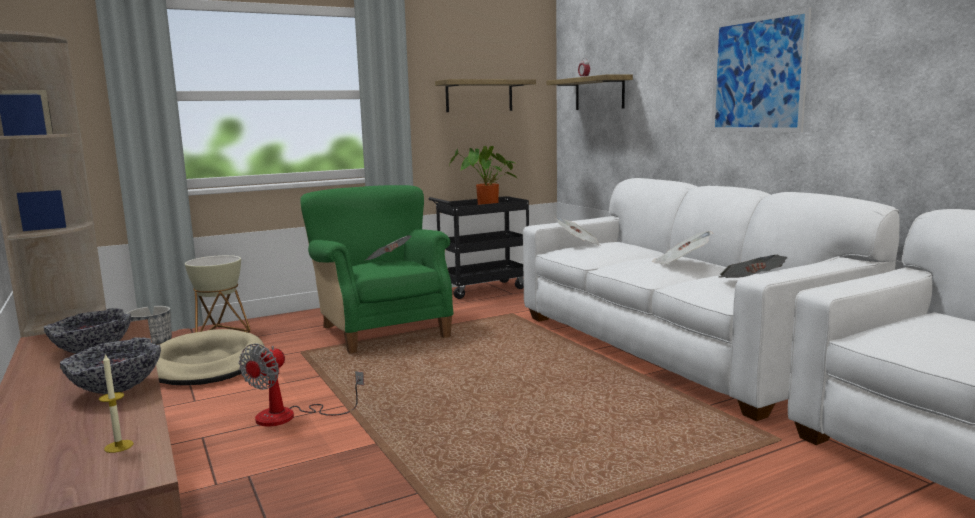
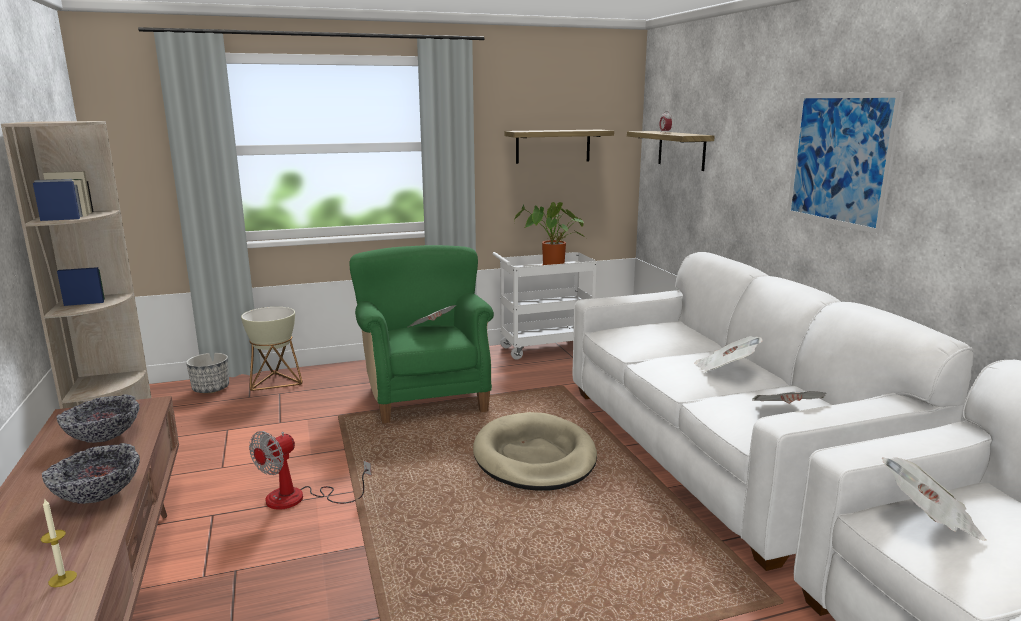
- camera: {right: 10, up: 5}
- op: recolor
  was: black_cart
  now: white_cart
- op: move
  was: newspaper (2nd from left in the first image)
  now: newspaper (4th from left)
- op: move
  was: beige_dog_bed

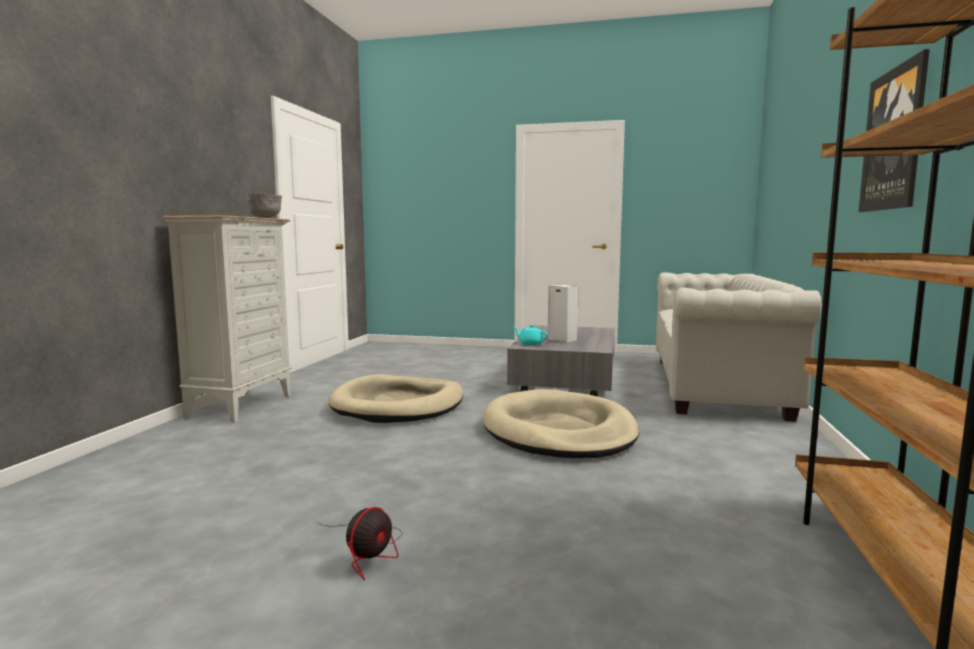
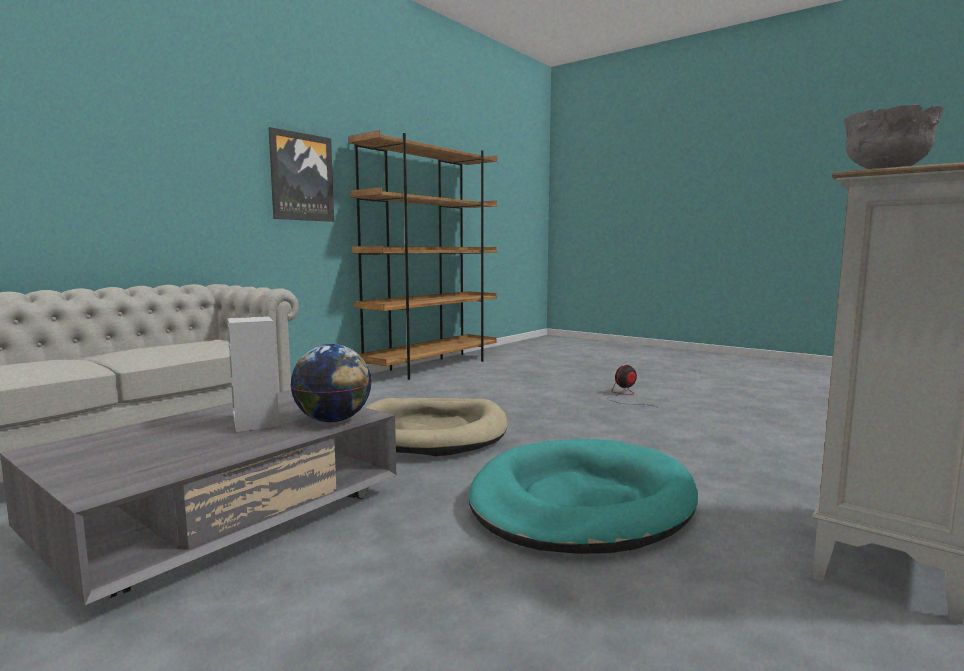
- camera: {right: -155, up: 0}
- op: replace
  was: turquoise_teapot
  now: globe
- op: recolor
  was: beige_dog_bed (1st from left)
  now: turquoise_dog_bed

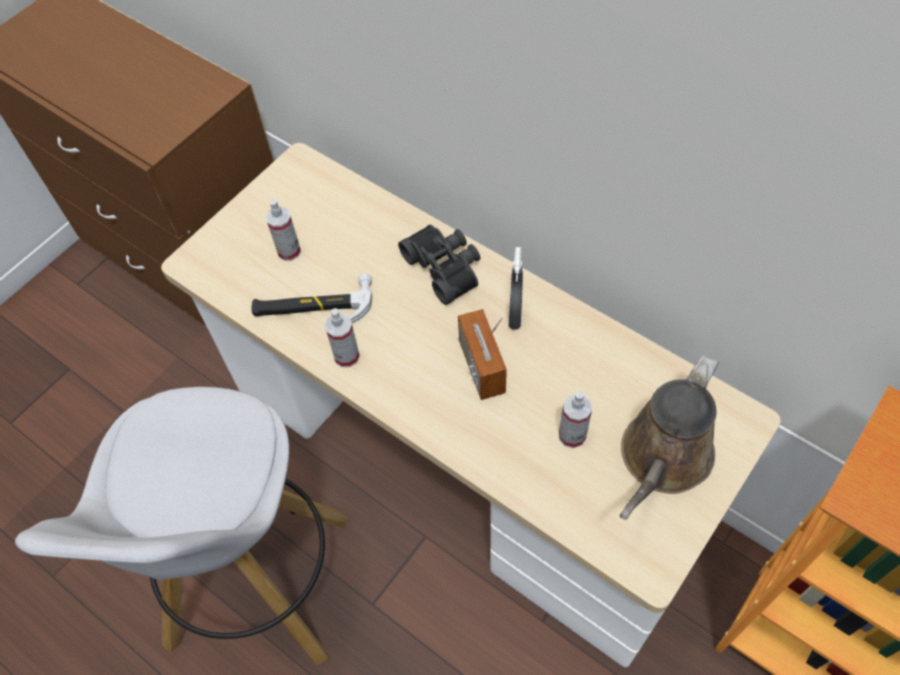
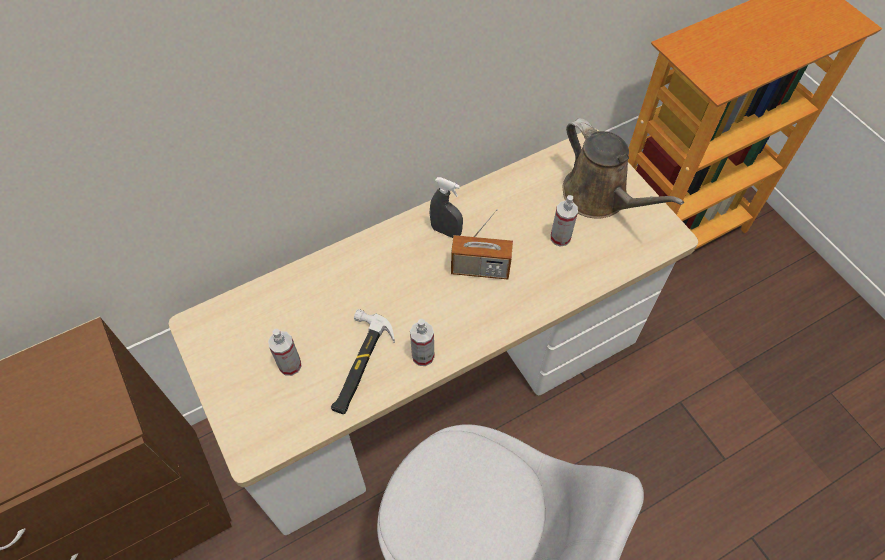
- camera: {right: -70, up: 0}
- op: delete
  was: black_binoculars

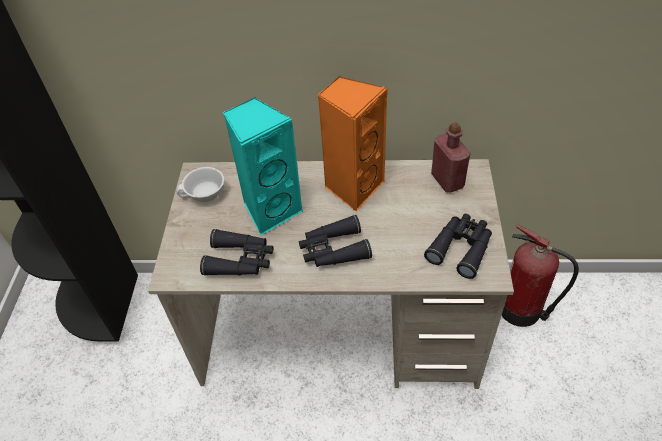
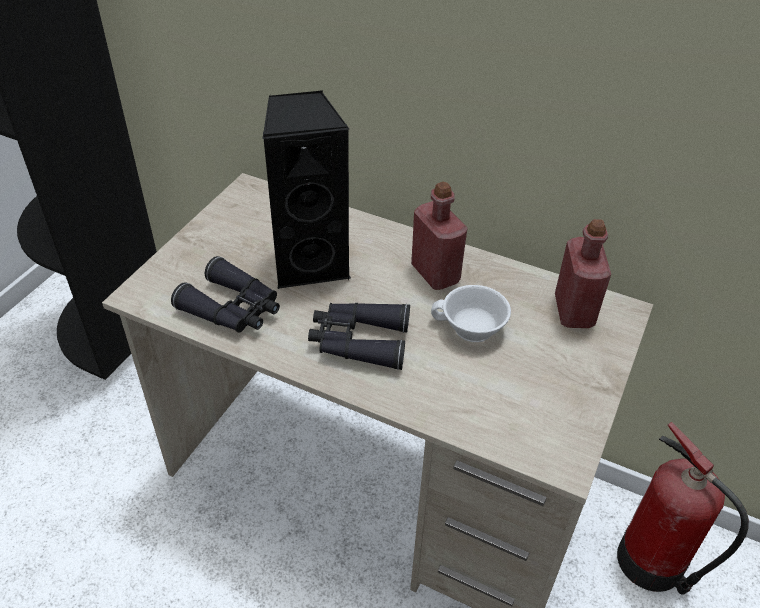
- camera: {right: 20, up: -5}
- op: replace
  was: orange_speaker
  now: red_bottle (1st from left)
- op: recolor
  was: turquoise_speaker
  now: black_speaker
- op: move
  was: white_cup
- op: delete
  was: black_binoculars (3rd from left)

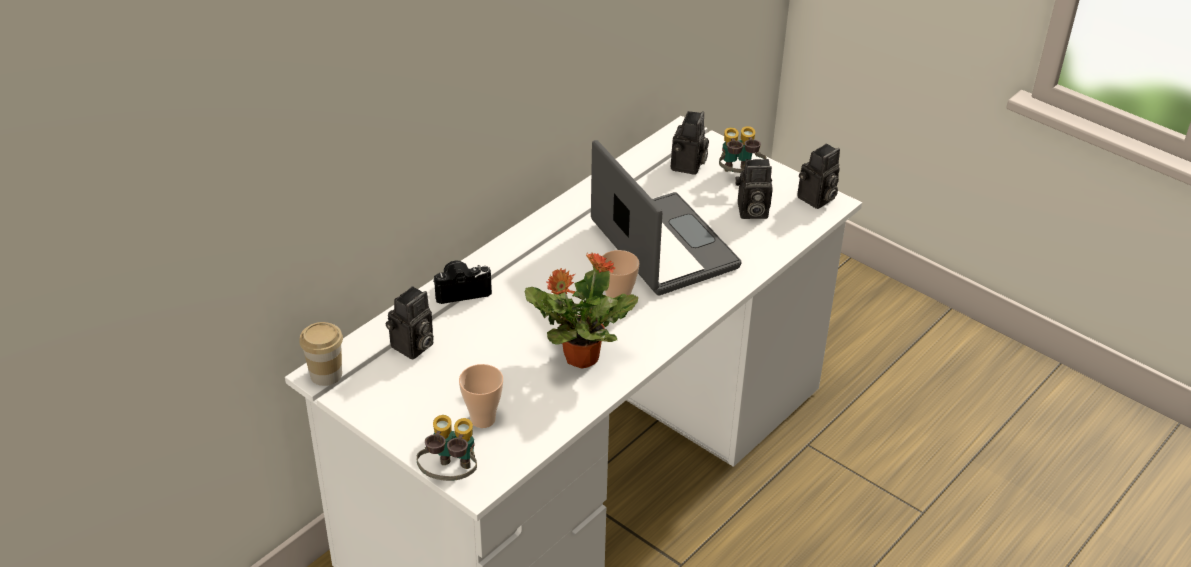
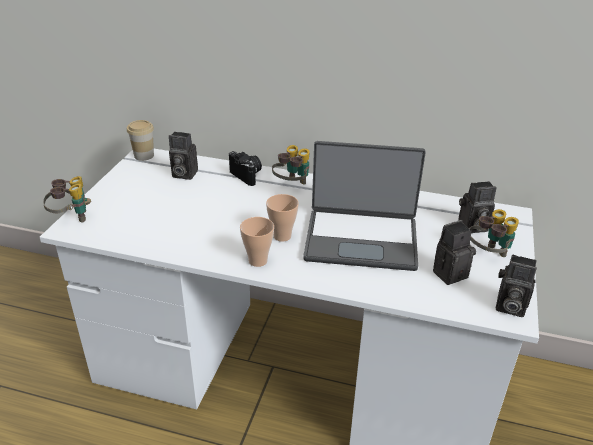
- camera: {right: 65, up: -5}
- op: rotate
  was: laptop
  clockwise: 60
- op: rotate
  was: photo_camera (4th from left in the first image)
  clockwise: 90
- op: delete
  was: potted_plant
- op: move
  was: cup (2nd from left)
- op: insert
  now: binoculars (2nd from left)

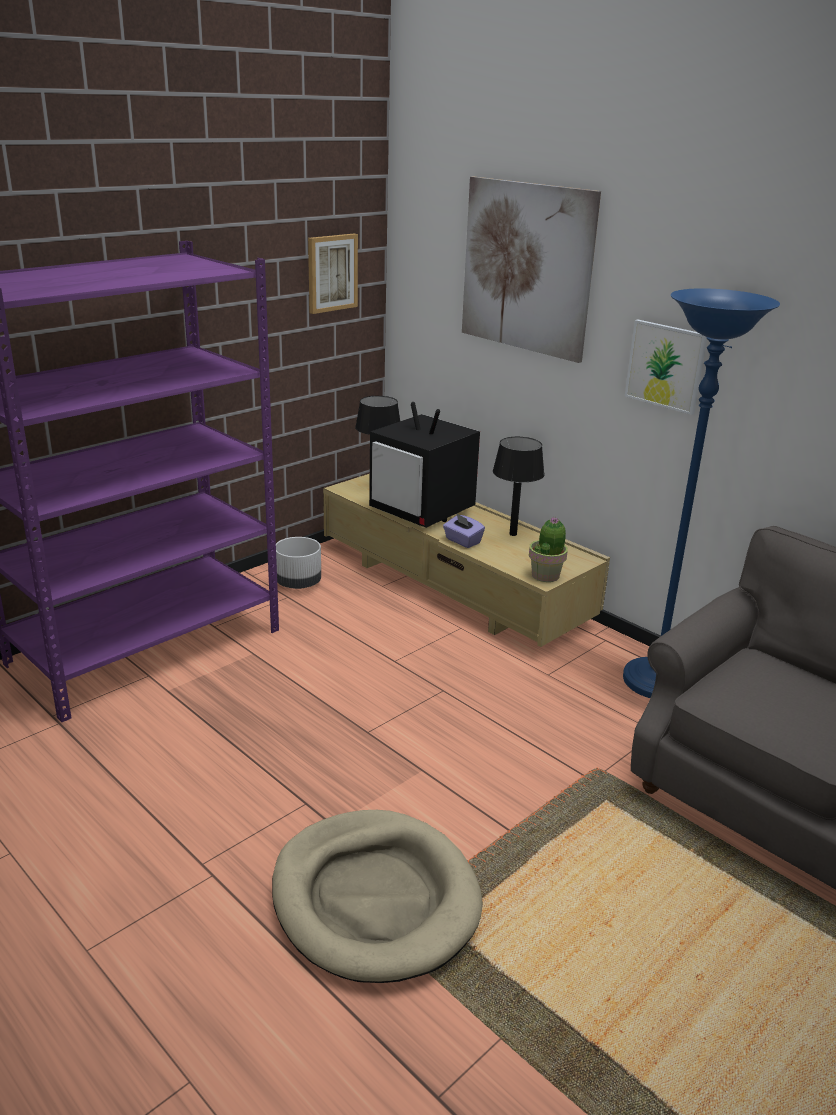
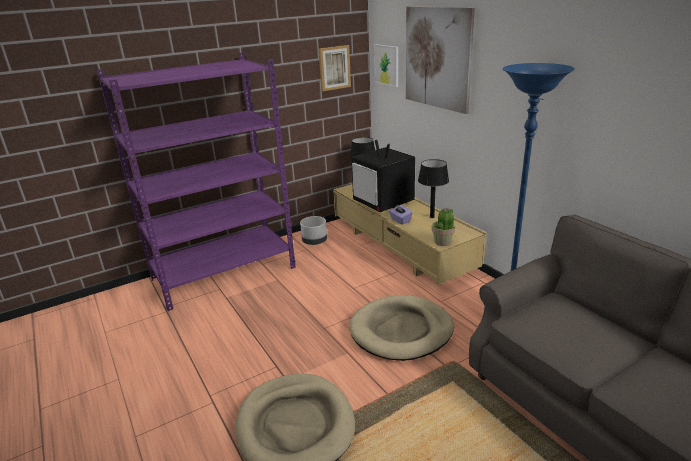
- camera: {right: 15, up: 0}
- op: move
  was: picture (3rd from left in the first image)
  now: picture (2nd from left)
- op: insert
  now: beige_dog_bed (2nd from left)

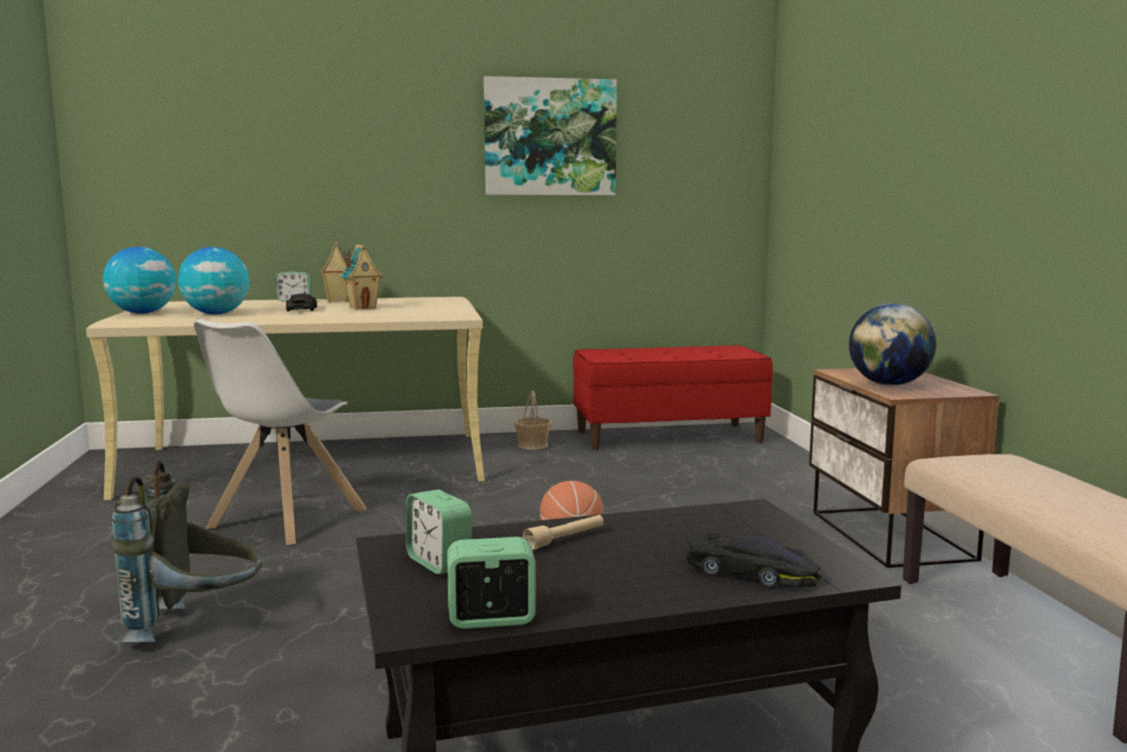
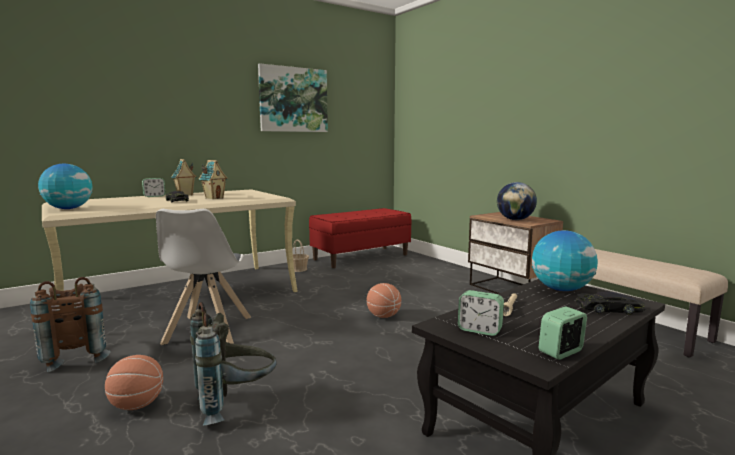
- camera: {right: -25, up: 0}
- op: move
  was: globe (2nd from left in the first image)
  now: globe (3rd from left)
- op: insert
  now: brown_backpack
- op: insert
  now: basketball (1st from left)

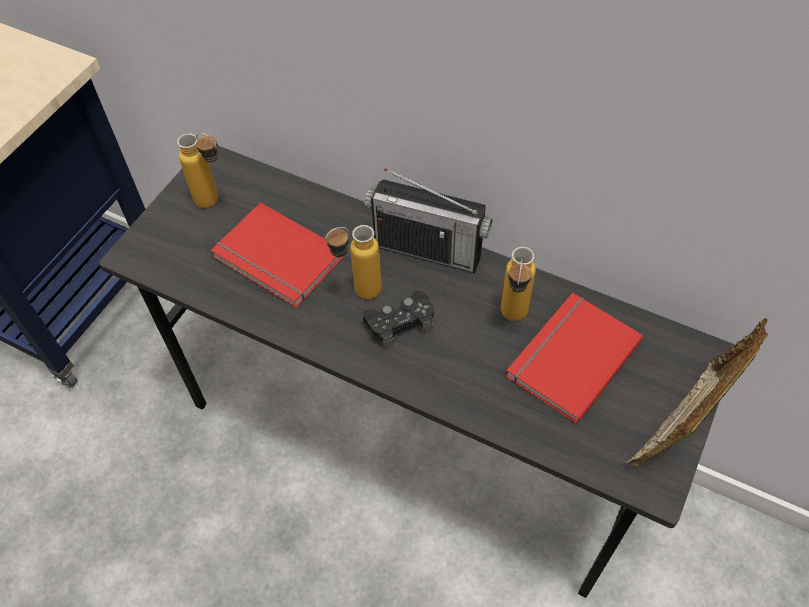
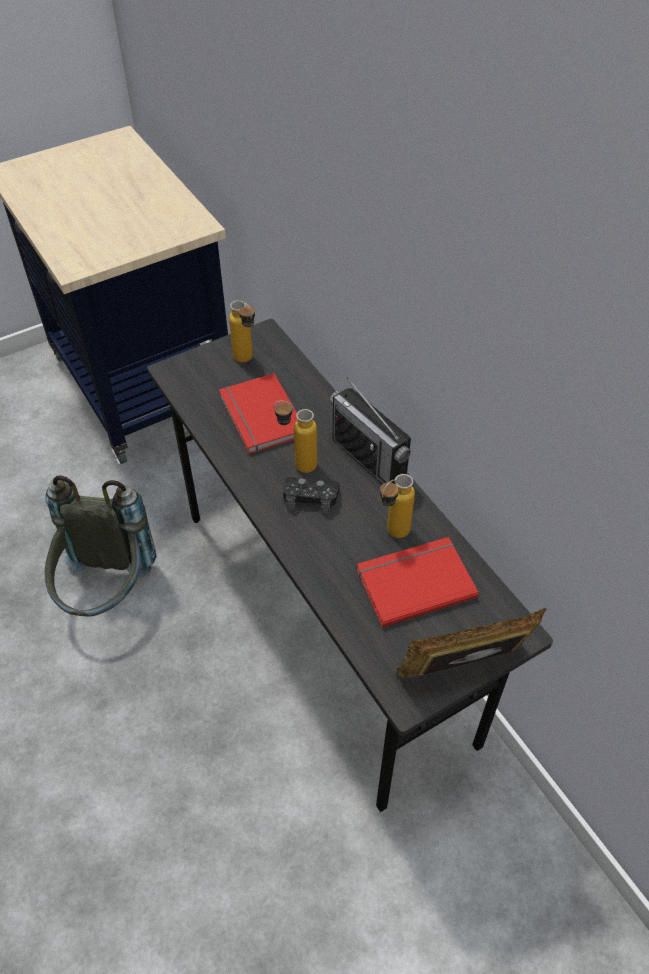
- camera: {right: 30, up: -5}
- op: insert
  now: grey_backpack

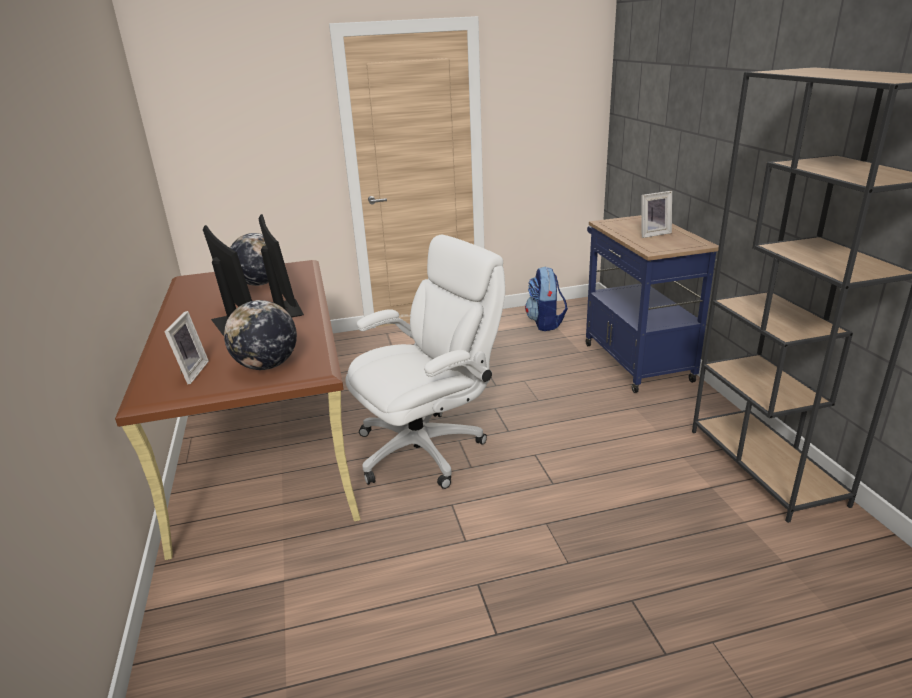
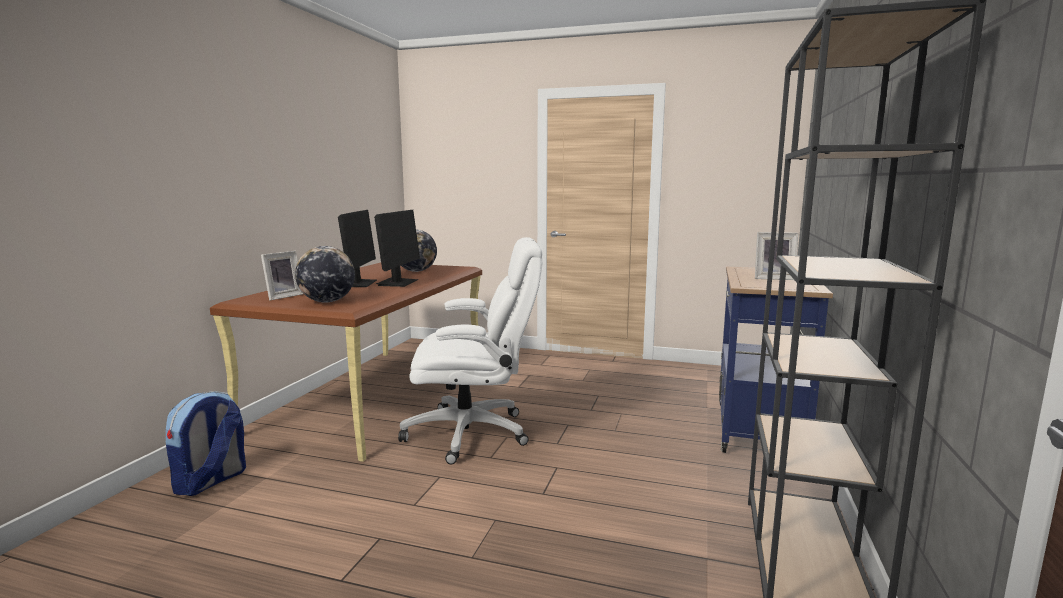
- camera: {right: 30, up: -15}
- op: move
  was: backpack

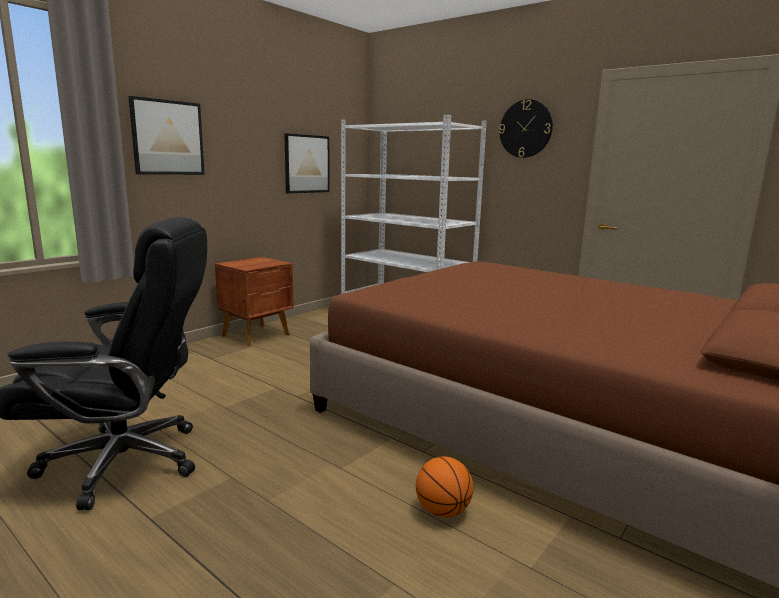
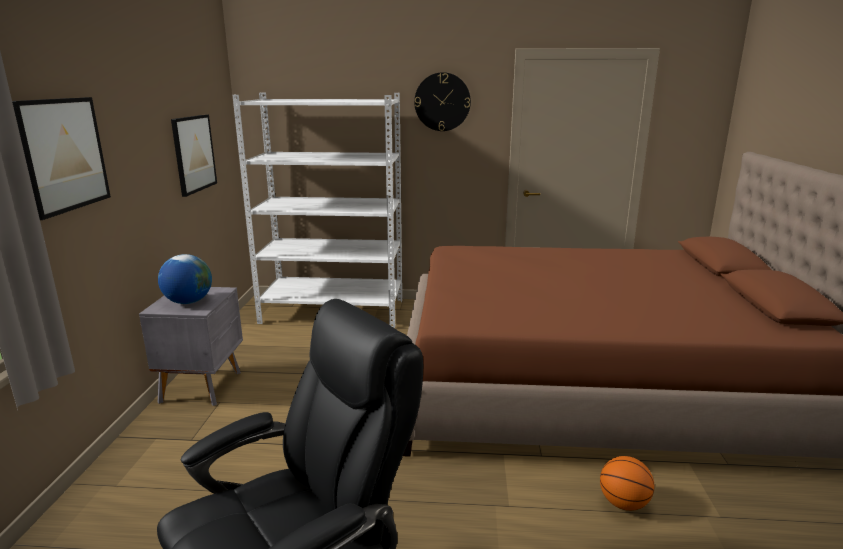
- camera: {right: -35, up: 5}
- op: recolor
  was: brown_nightstand
  now: grey_nightstand
- op: insert
  now: globe

